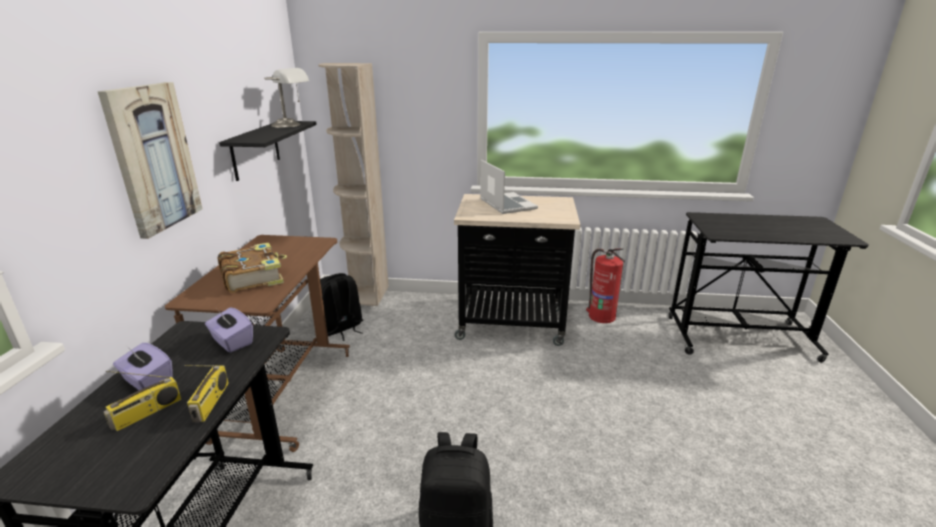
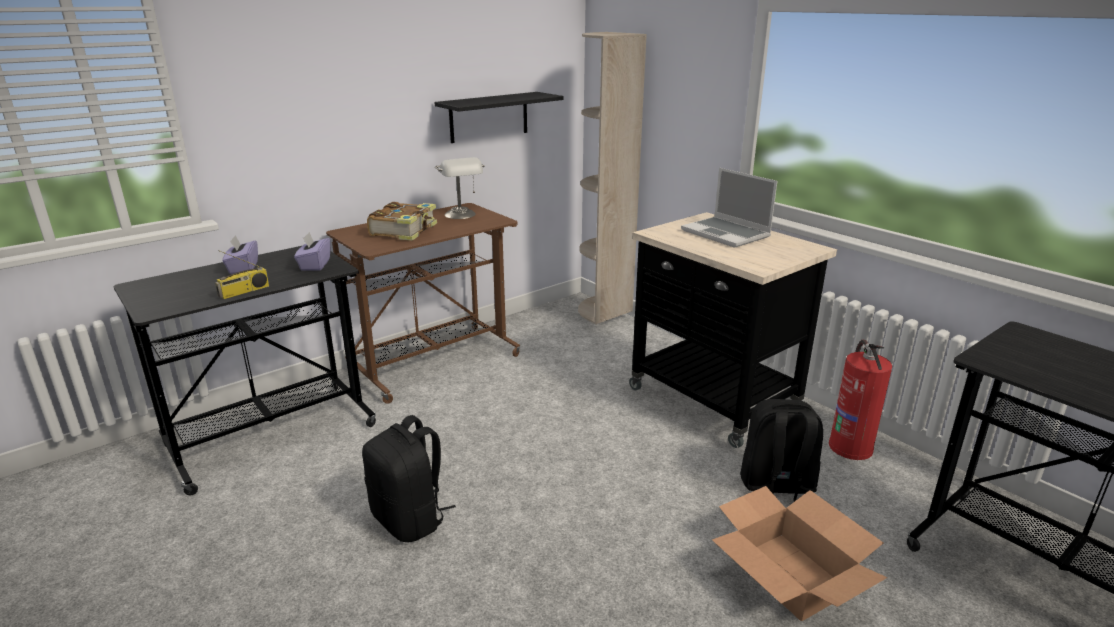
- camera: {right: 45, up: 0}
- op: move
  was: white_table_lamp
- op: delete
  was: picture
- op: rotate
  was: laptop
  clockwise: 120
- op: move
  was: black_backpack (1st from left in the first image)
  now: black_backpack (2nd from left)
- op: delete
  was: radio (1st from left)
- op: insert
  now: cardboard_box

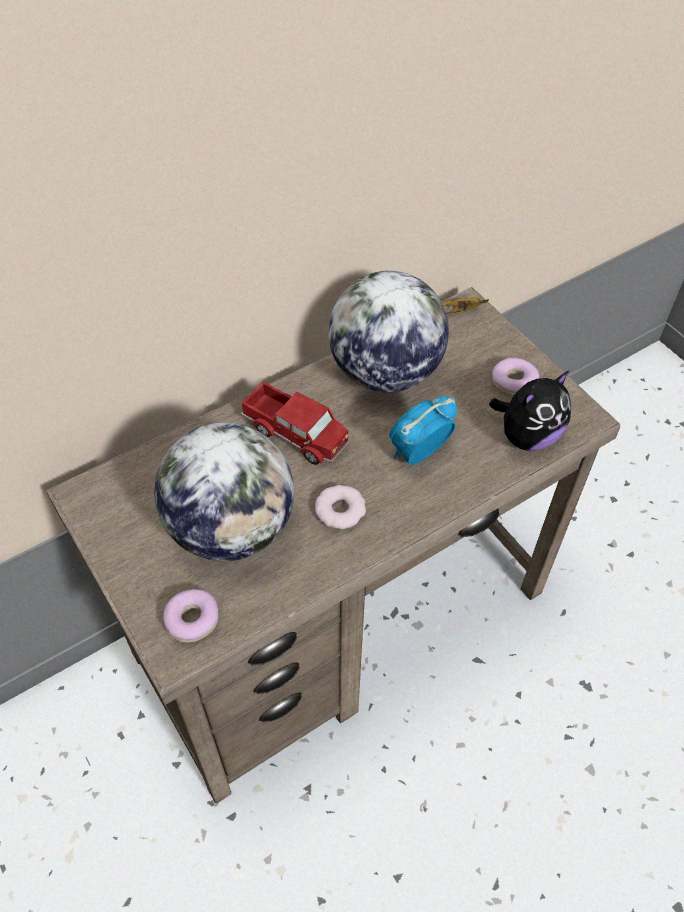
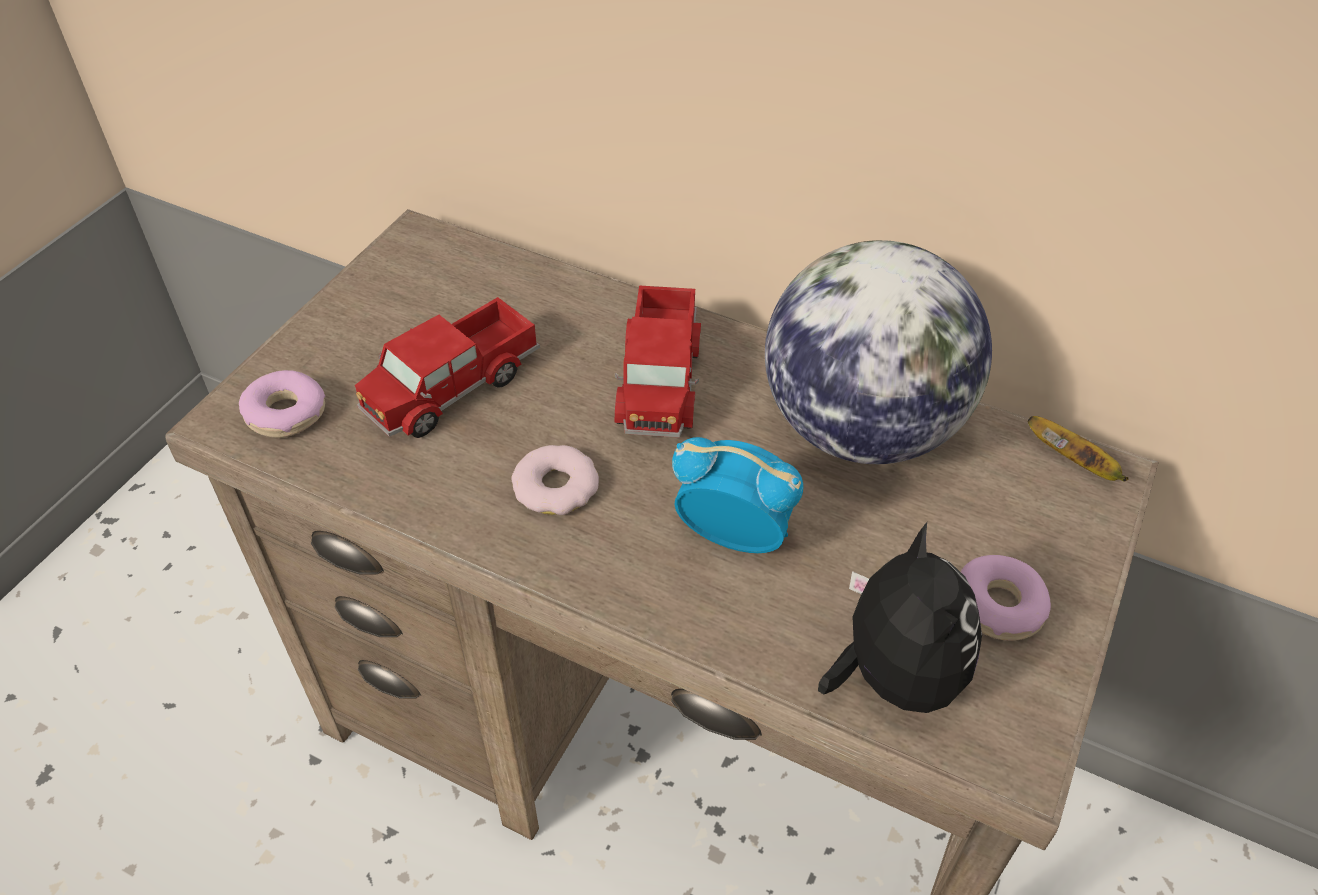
- camera: {right: 60, up: -5}
- op: rotate
  was: plush_toy
  clockwise: -120
- op: replace
  was: globe (1st from left)
  now: toy_truck (1st from left)

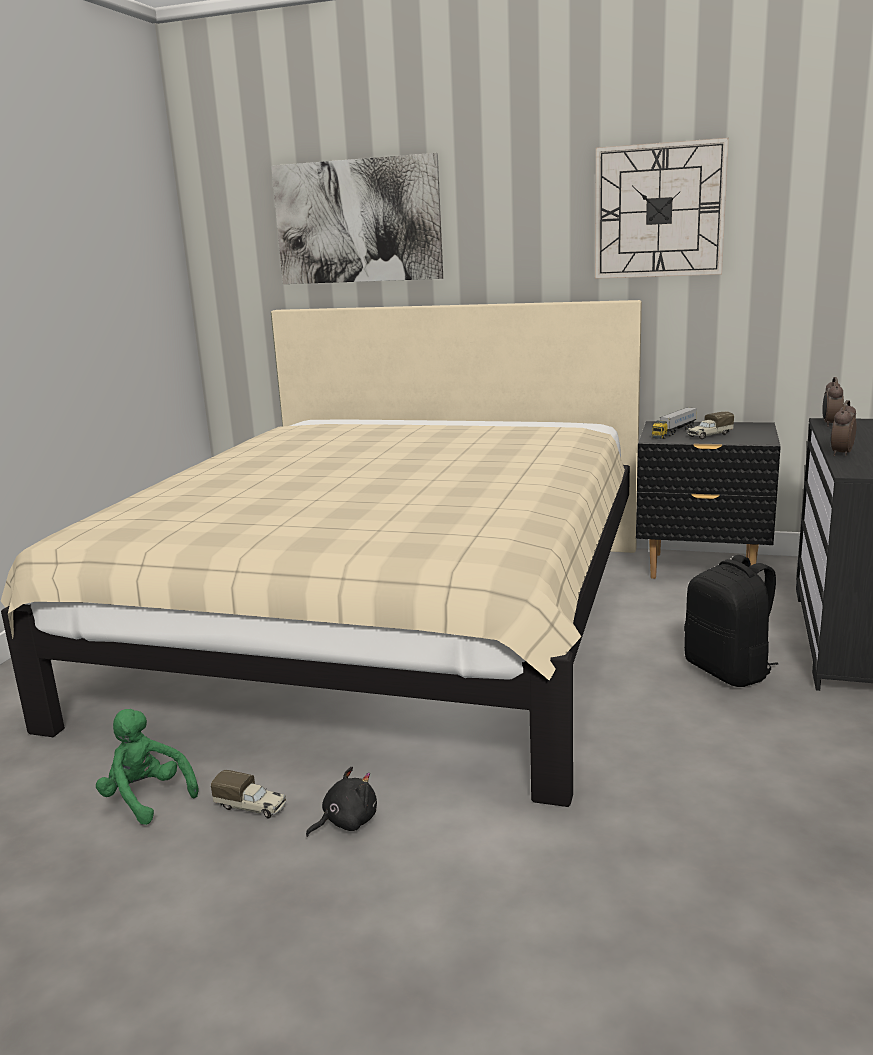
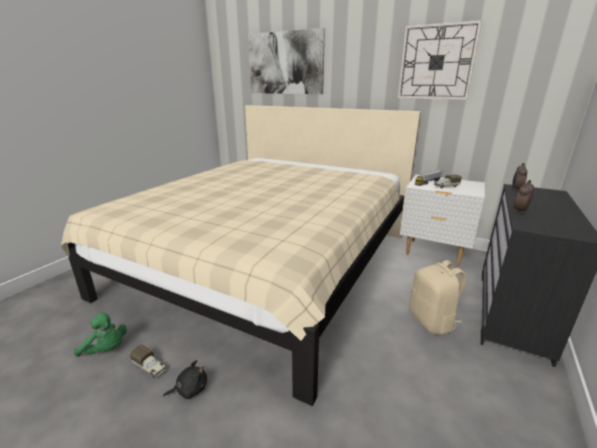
- camera: {right: 10, up: 5}
- op: recolor
  was: black_nightstand
  now: white_nightstand
- op: recolor
  was: black_backpack
  now: beige_backpack
- op: rotate
  was: green_plush_toy
  clockwise: 150

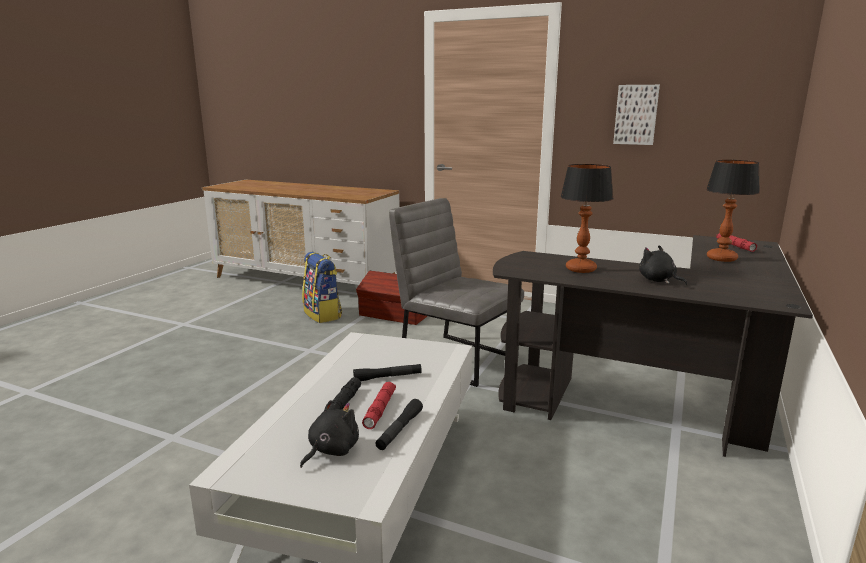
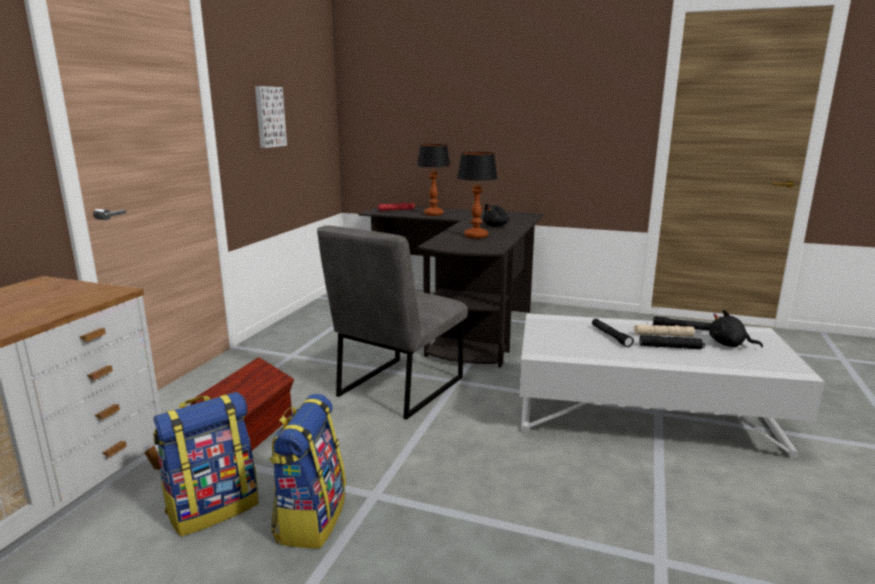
- camera: {right: -95, up: 0}
- op: recolor
  was: red_flashlight (1st from left)
  now: beige_flashlight
- op: insert
  now: backpack (2nd from left)

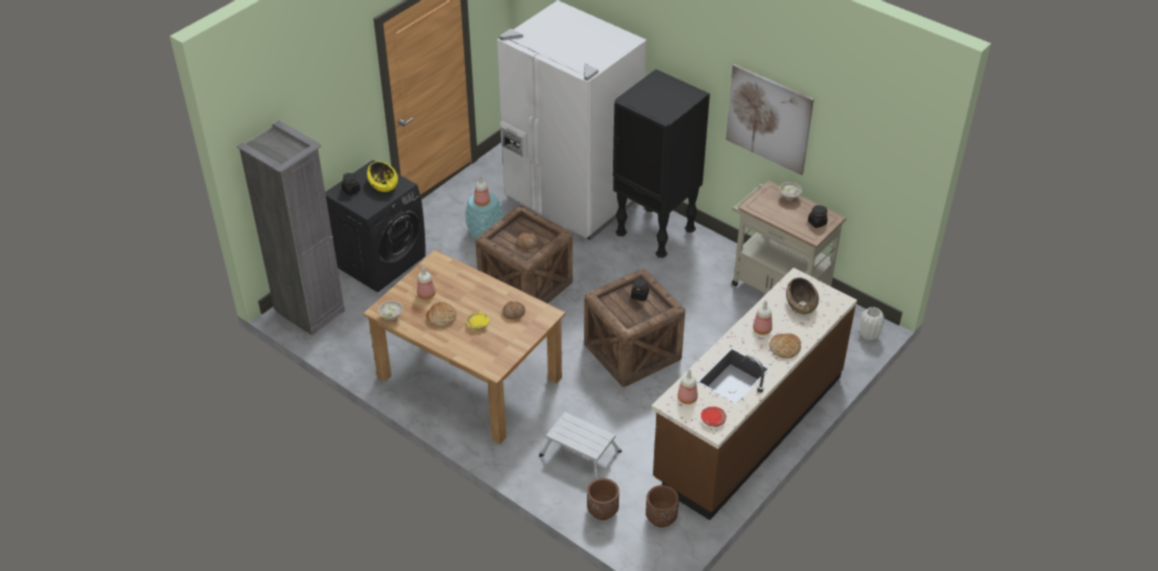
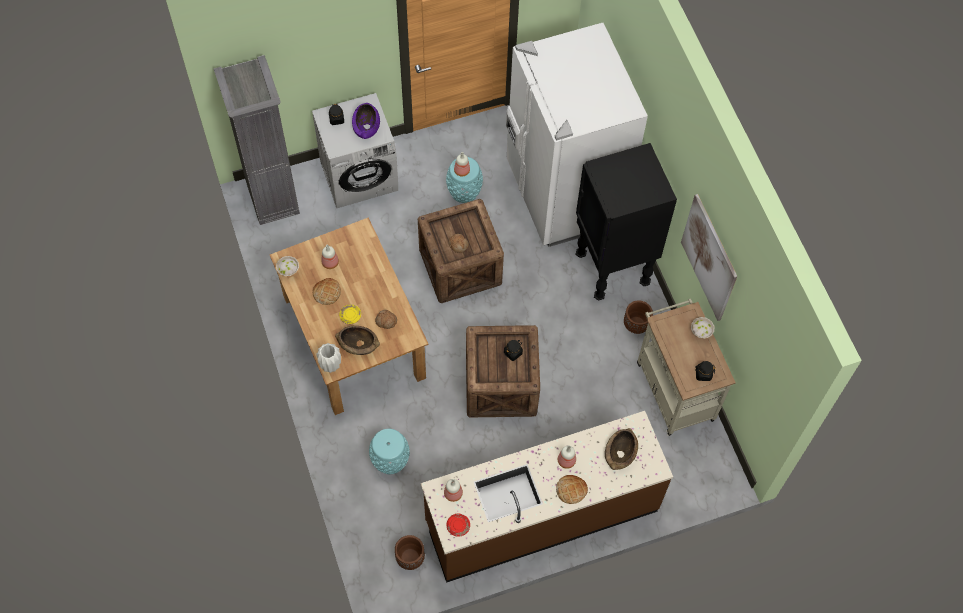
- camera: {right: 30, up: 20}
- op: recolor
  was: black_washing_machine
  now: white_washing_machine
- op: recolor
  was: yellow_bowl
  now: purple_bowl
- op: move
  was: white_vase
- op: replace
  was: white_step_ladder
  now: turquoise_stool (1st from left)
- op: move
  was: brown_planter (1st from left in the first image)
  now: brown_planter (2nd from left)
- op: insert
  now: brown_bowl (1st from left)

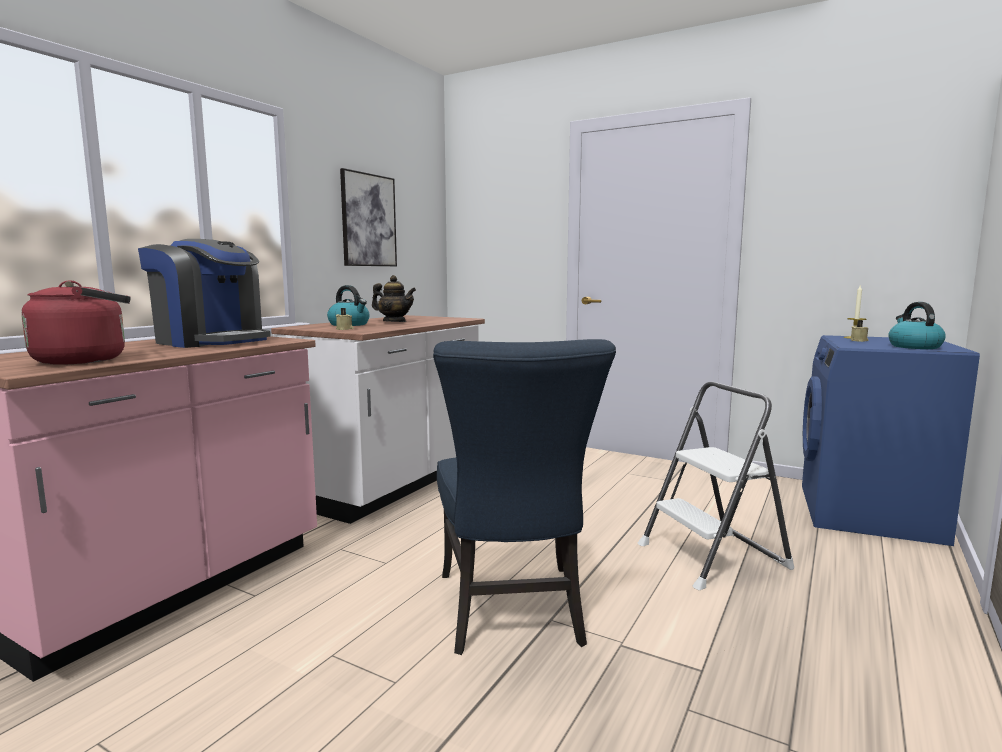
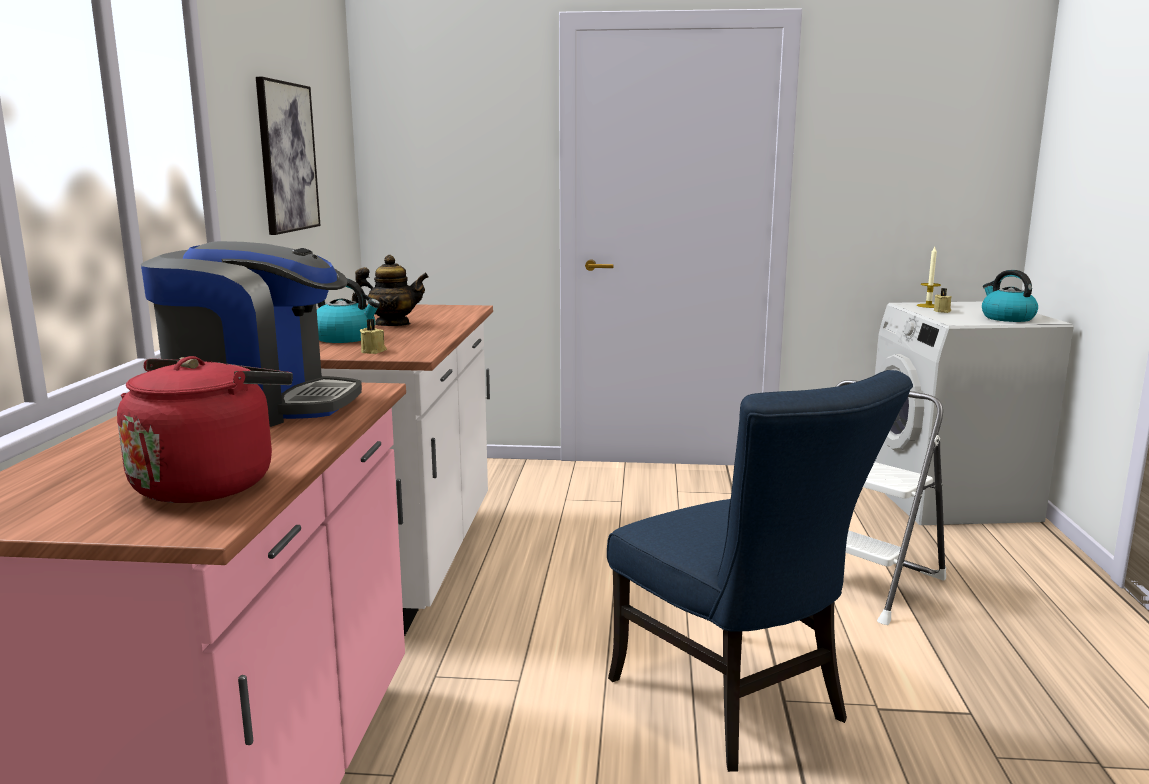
- camera: {right: -25, up: 5}
- op: recolor
  was: blue_washing_machine
  now: white_washing_machine

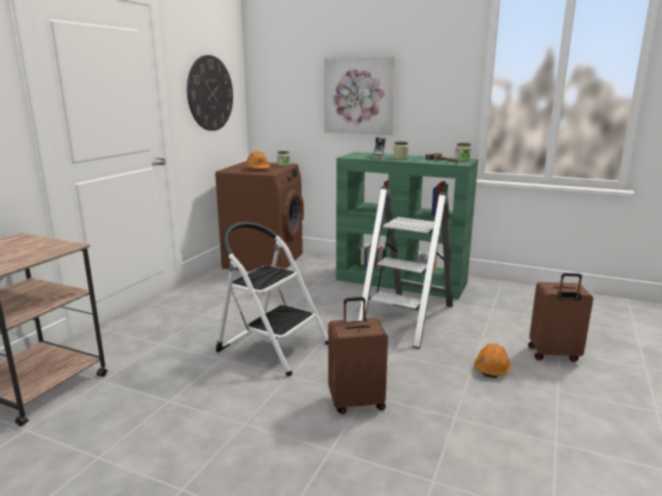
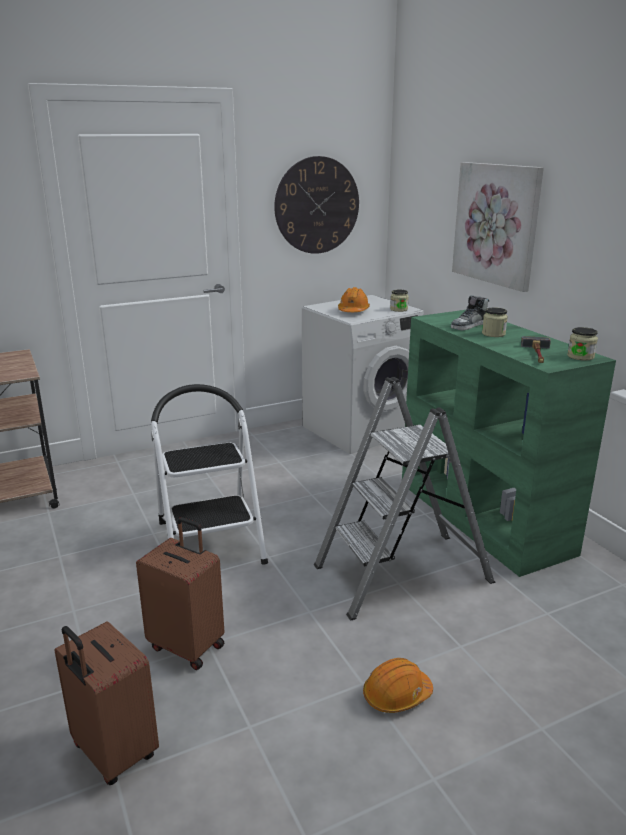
- camera: {right: 40, up: 5}
- op: recolor
  was: brown_washing_machine
  now: white_washing_machine
- op: move
  was: brown_suitcase (2nd from left in the first image)
  now: brown_suitcase (1st from left)

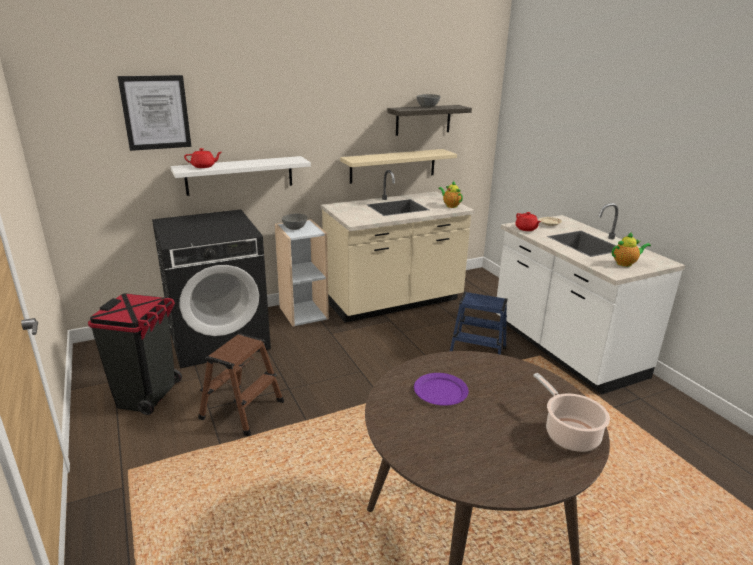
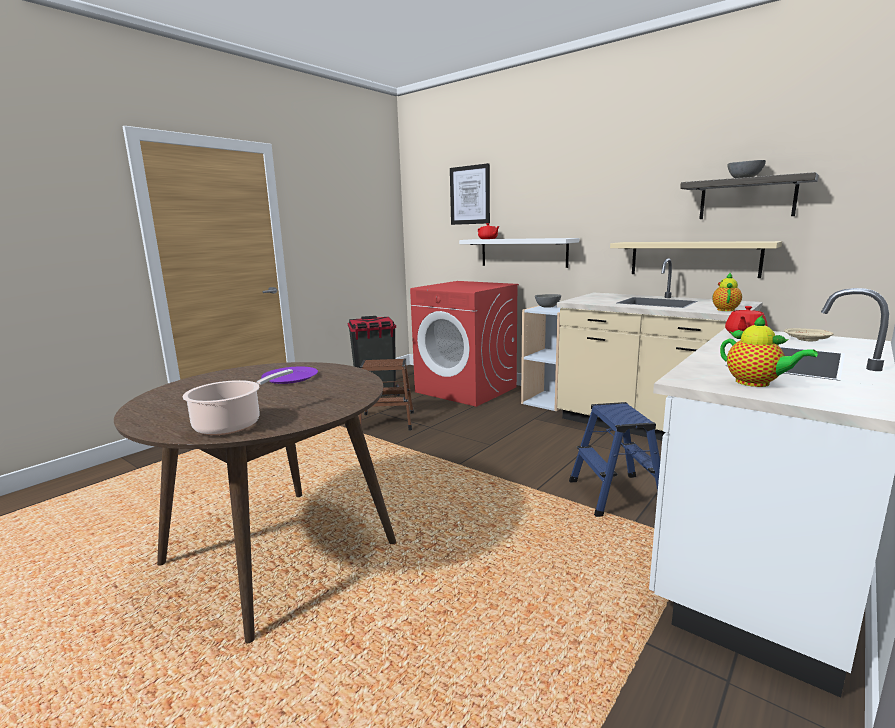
- camera: {right: 65, up: -10}
- op: recolor
  was: black_washing_machine
  now: red_washing_machine

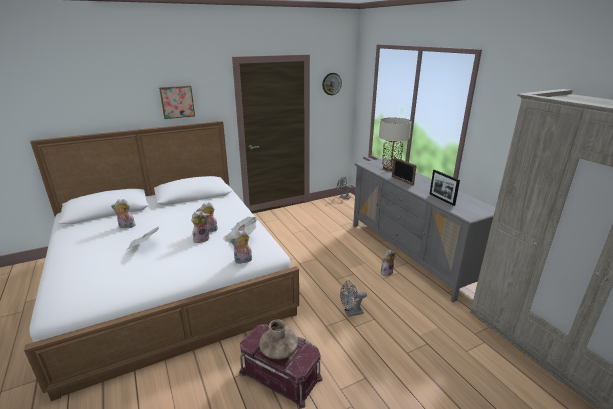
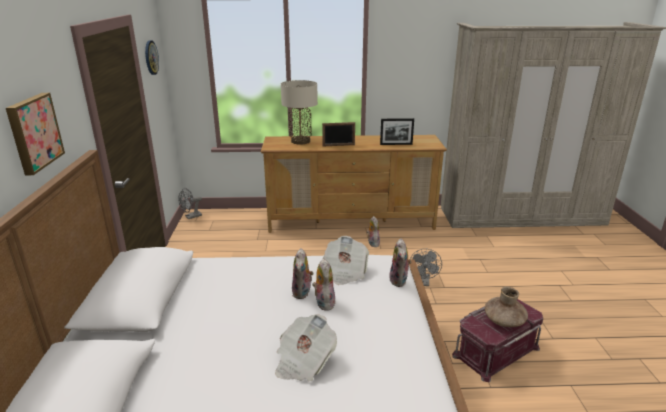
- camera: {right: -65, up: 0}
- op: recolor
  was: grey_dresser
  now: brown_dresser
- op: delete
  was: plush_toy (1st from left)

